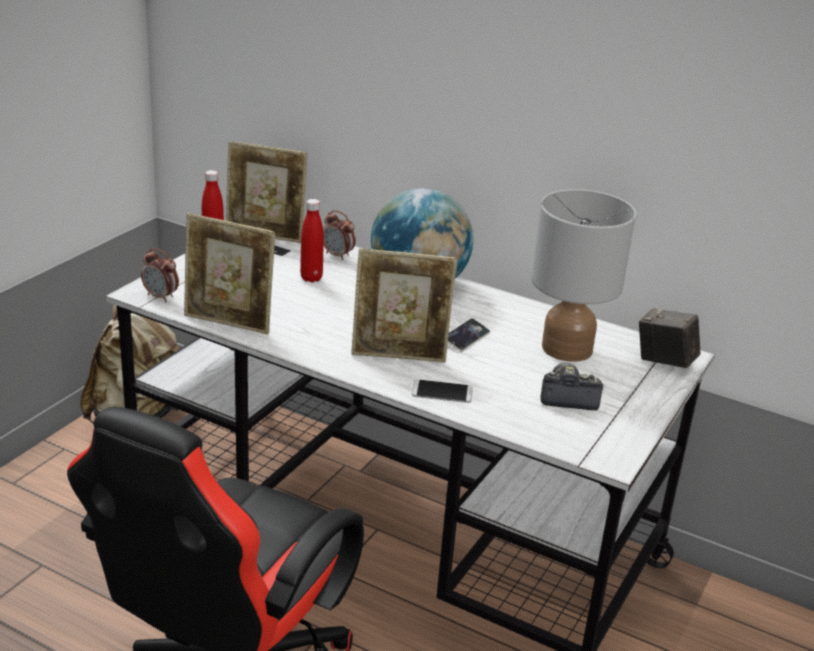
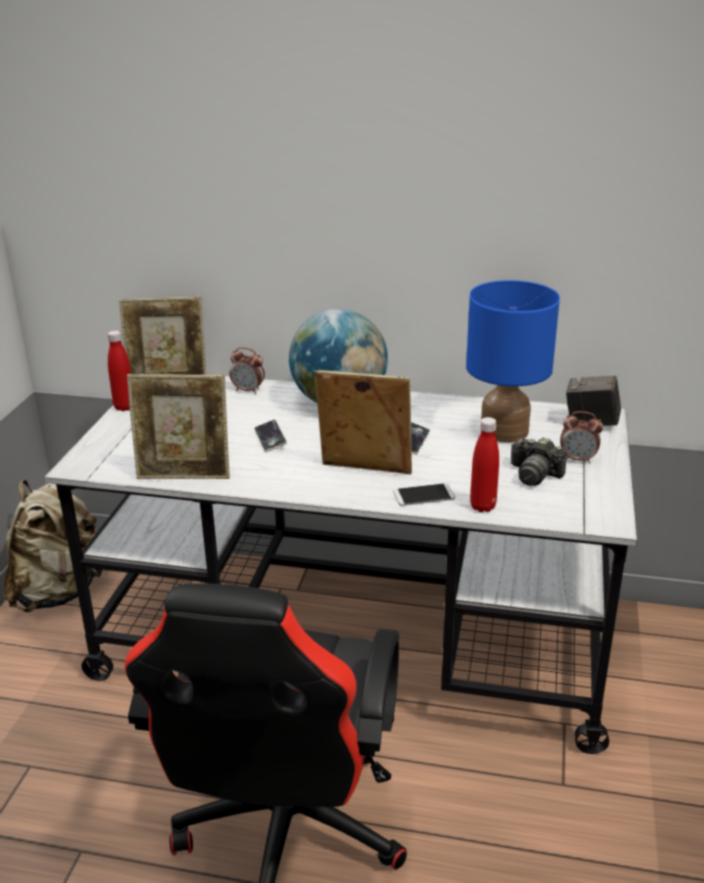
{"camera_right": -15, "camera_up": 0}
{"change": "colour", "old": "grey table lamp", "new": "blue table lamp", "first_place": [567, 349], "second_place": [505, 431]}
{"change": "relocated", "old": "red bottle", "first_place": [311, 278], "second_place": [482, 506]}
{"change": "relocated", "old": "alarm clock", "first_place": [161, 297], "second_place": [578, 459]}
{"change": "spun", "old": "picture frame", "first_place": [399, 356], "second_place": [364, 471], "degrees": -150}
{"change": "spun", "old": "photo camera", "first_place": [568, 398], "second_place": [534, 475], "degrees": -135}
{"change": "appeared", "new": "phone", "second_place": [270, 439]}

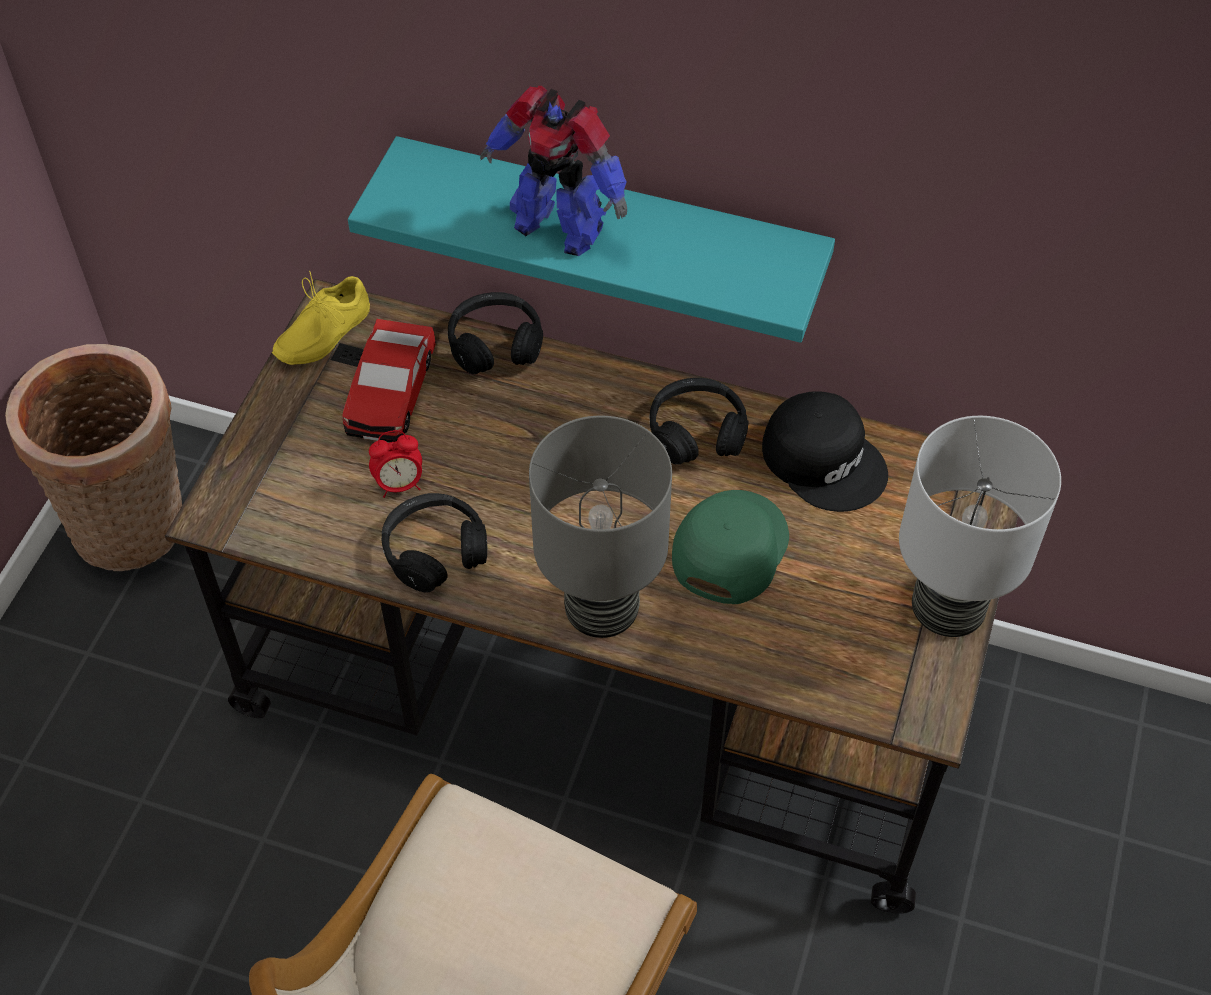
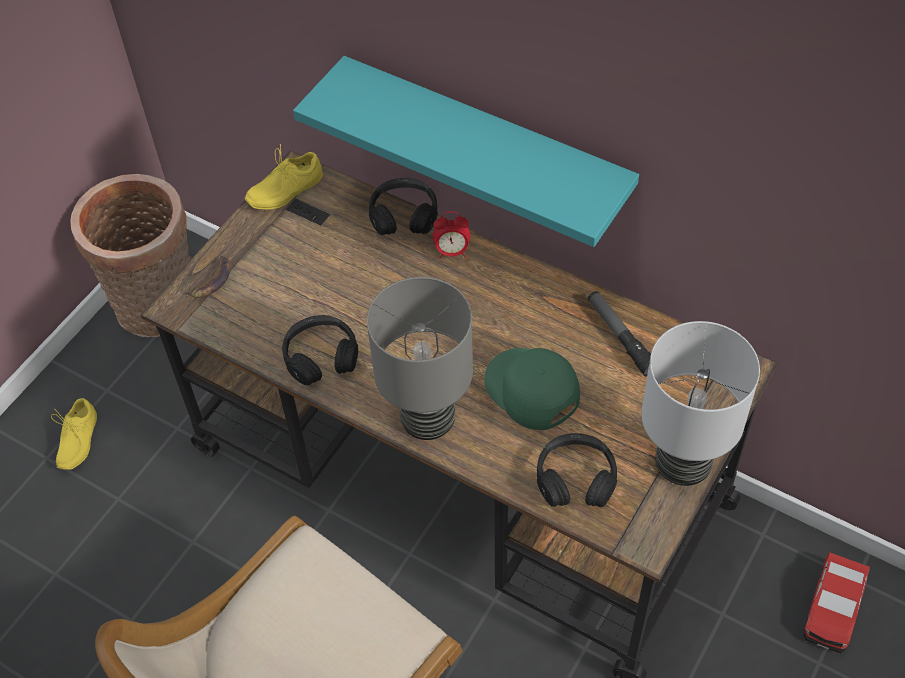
{"camera_right": 15, "camera_up": 0}
{"change": "missing", "old": "toy robot", "first_place": [558, 226]}
{"change": "relocated", "old": "toy car", "first_place": [390, 391], "second_place": [833, 607]}
{"change": "relocated", "old": "black headphones", "first_place": [697, 431], "second_place": [576, 478]}
{"change": "exchanged", "old": "black cap", "new": "flashlight", "first_place": [825, 459], "second_place": [620, 337]}
{"change": "relocated", "old": "alarm clock", "first_place": [399, 485], "second_place": [452, 252]}
{"change": "spun", "old": "green cap", "first_place": [728, 547], "second_place": [531, 390], "degrees": -75}
{"change": "appeared", "new": "banana", "second_place": [212, 281]}
{"change": "appeared", "new": "yellow shoe", "second_place": [75, 441]}

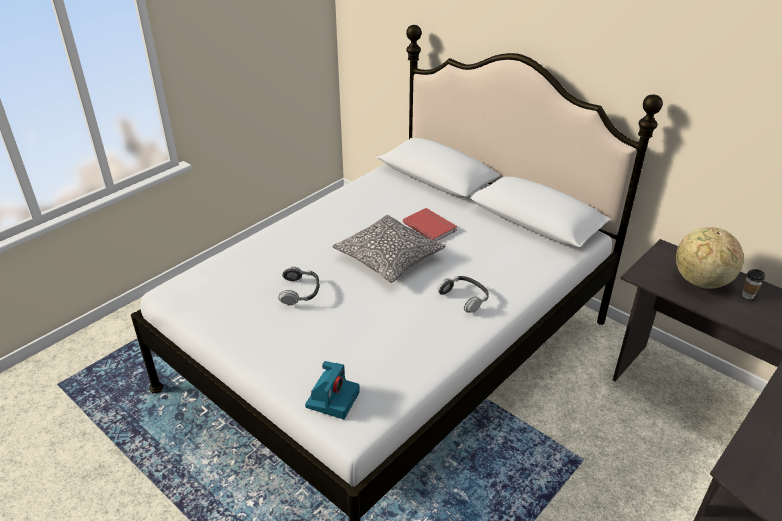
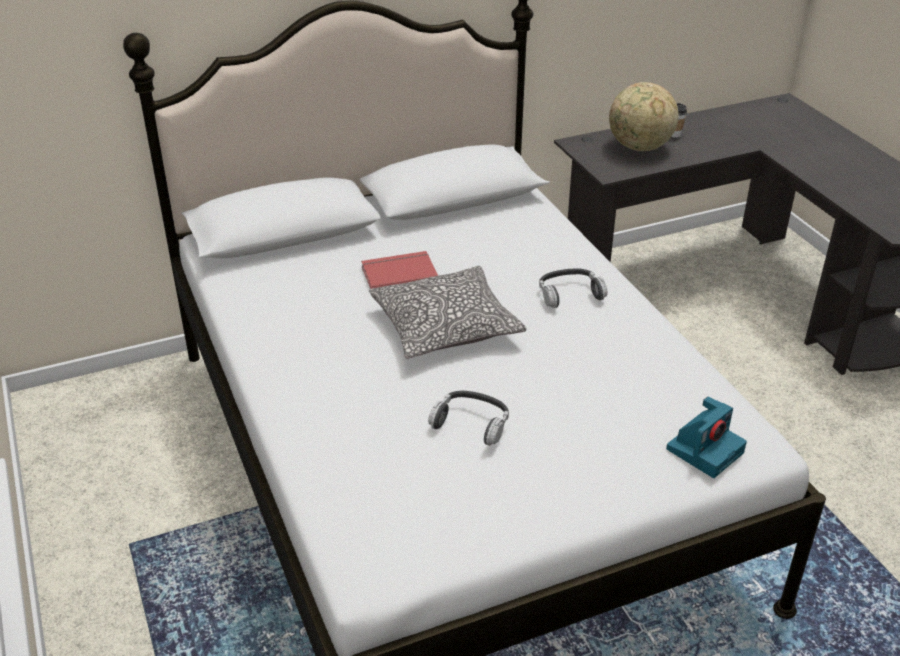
{"camera_right": -65, "camera_up": 0}
{"change": "spun", "old": "photo camera", "first_place": [333, 398], "second_place": [705, 449], "degrees": 90}

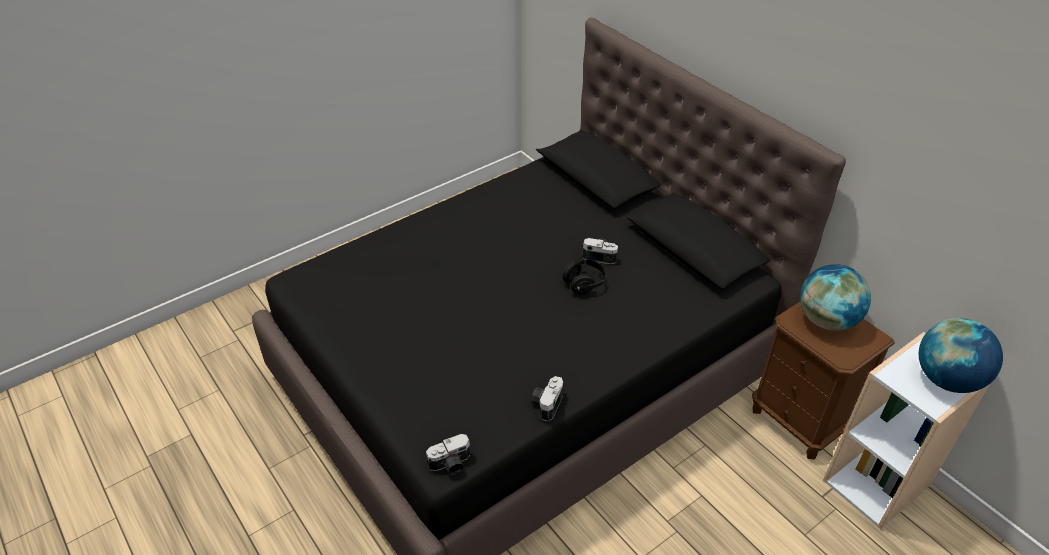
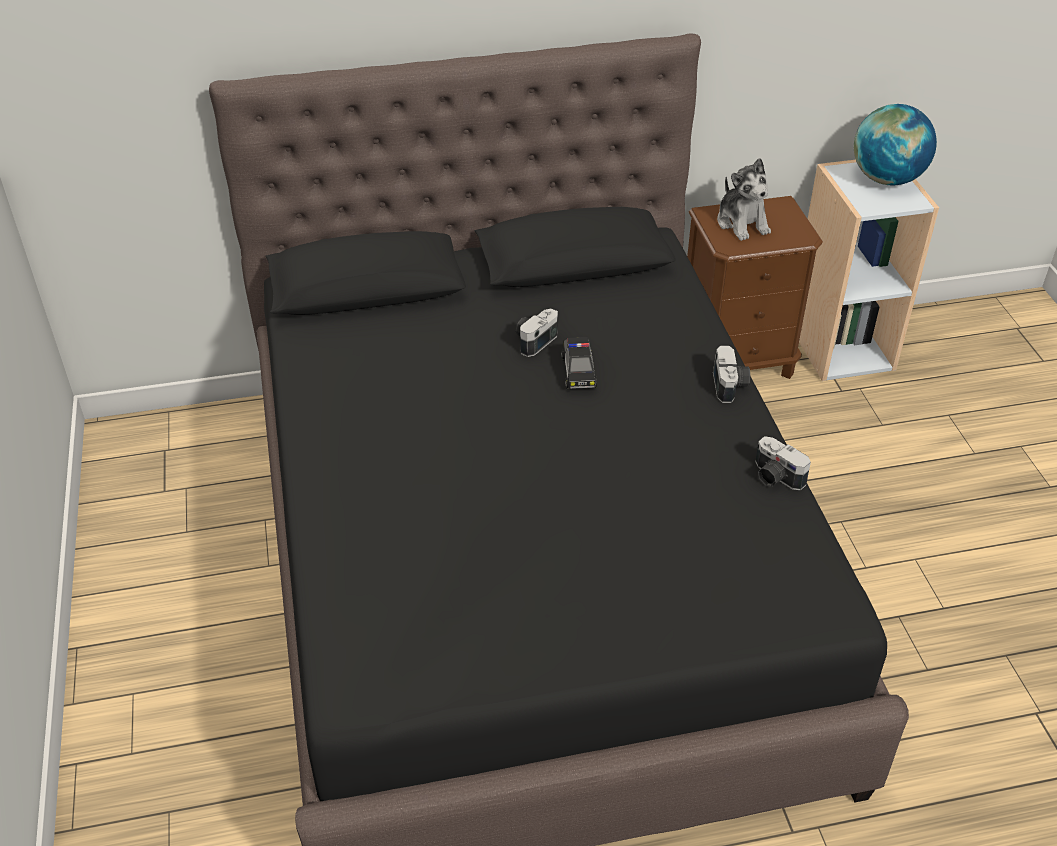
{"camera_right": -65, "camera_up": 0}
{"change": "exchanged", "old": "black headphones", "new": "toy car", "first_place": [584, 283], "second_place": [578, 372]}
{"change": "exchanged", "old": "globe", "new": "plush toy", "first_place": [827, 320], "second_place": [742, 223]}
{"change": "relocated", "old": "photo camera", "first_place": [451, 464], "second_place": [731, 385]}

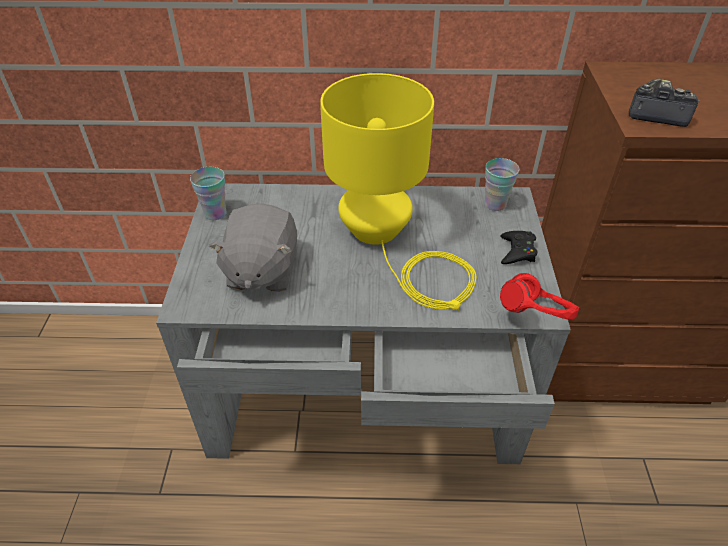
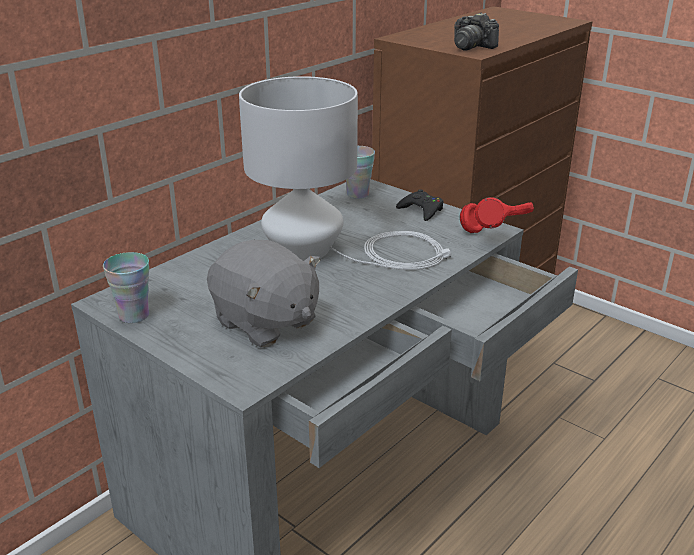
{"camera_right": -50, "camera_up": -15}
{"change": "colour", "old": "yellow table lamp", "new": "white table lamp", "first_place": [398, 248], "second_place": [342, 250]}
{"change": "spun", "old": "photo camera", "first_place": [656, 114], "second_place": [471, 46], "degrees": -105}

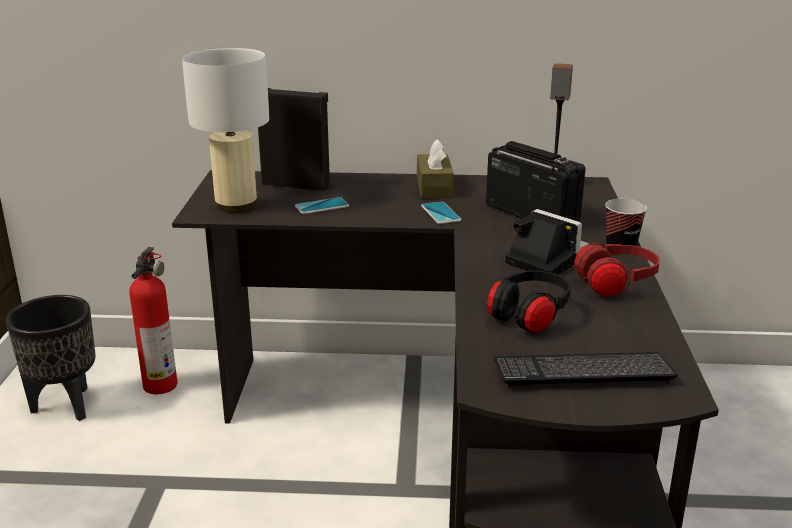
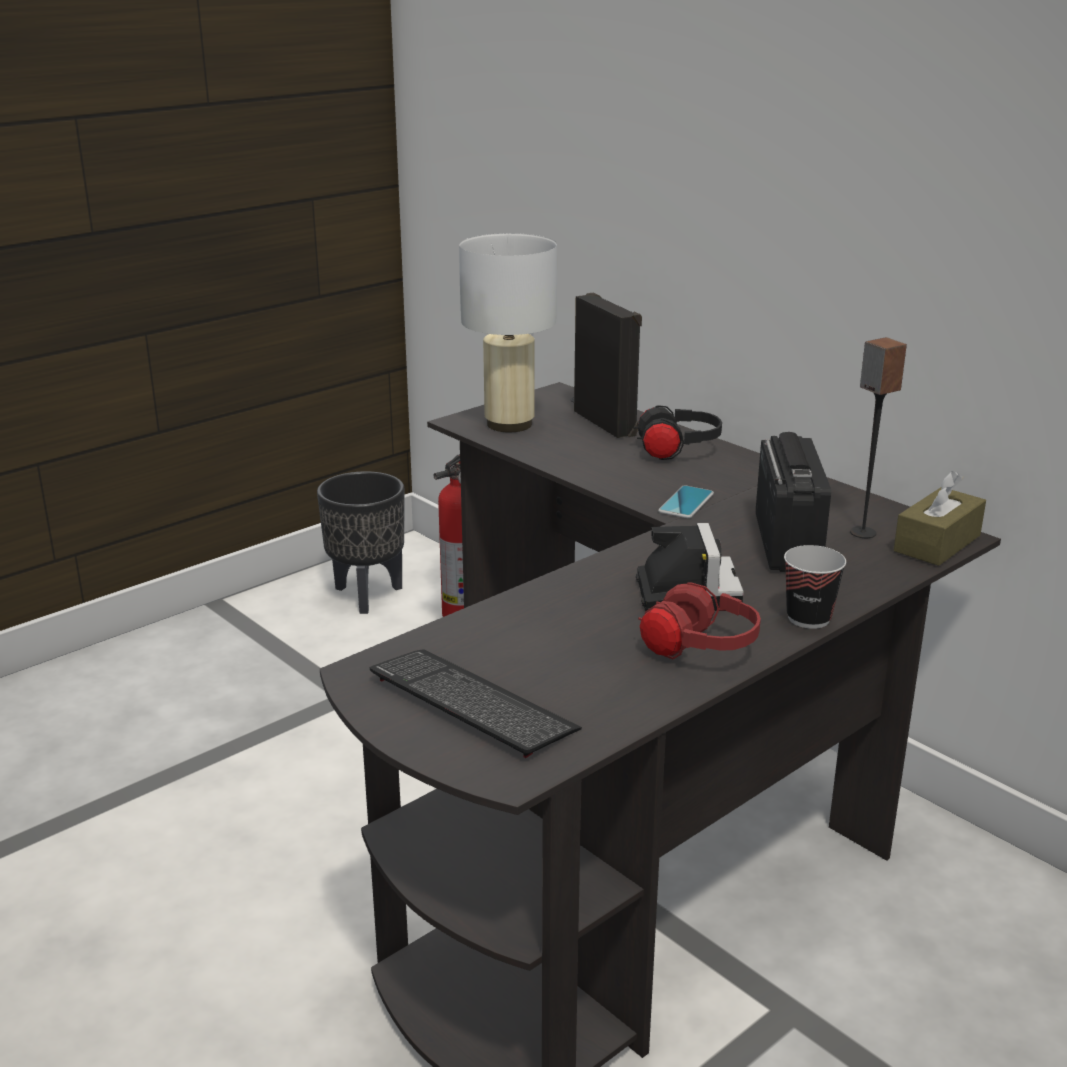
{"camera_right": 45, "camera_up": 0}
{"change": "relocated", "old": "brown tissue box", "first_place": [434, 187], "second_place": [937, 543]}
{"change": "missing", "old": "phone", "first_place": [322, 206]}
{"change": "relocated", "old": "black headphones", "first_place": [528, 318], "second_place": [676, 452]}

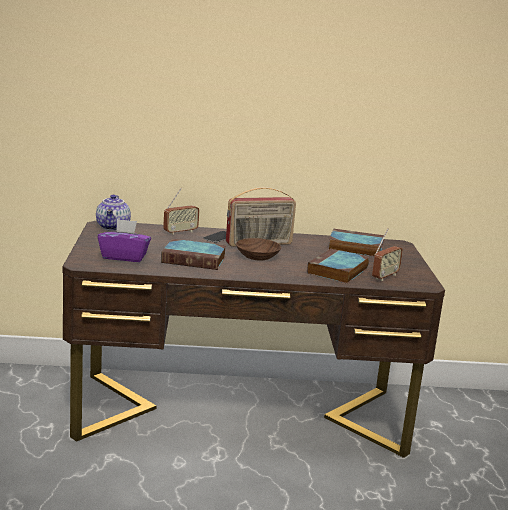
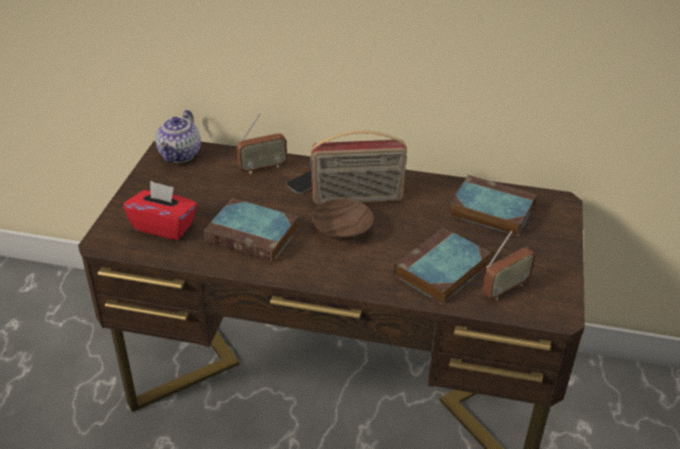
{"camera_right": 15, "camera_up": 20}
{"change": "colour", "old": "purple tissue box", "new": "red tissue box", "first_place": [124, 257], "second_place": [164, 226]}

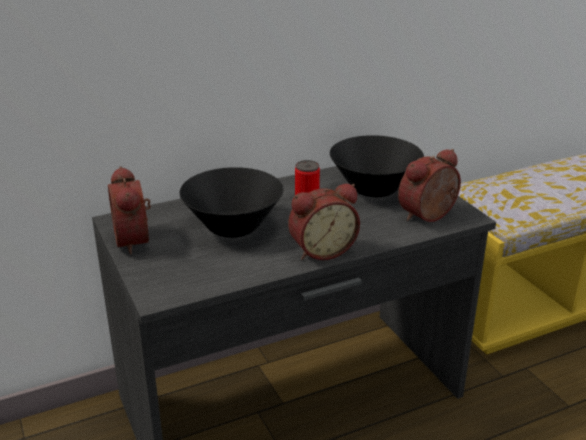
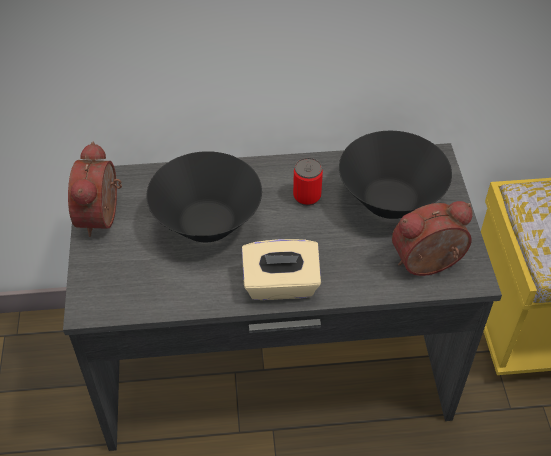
{"camera_right": 20, "camera_up": 20}
{"change": "exchanged", "old": "alarm clock", "new": "beige tissue box", "first_place": [321, 250], "second_place": [281, 285]}

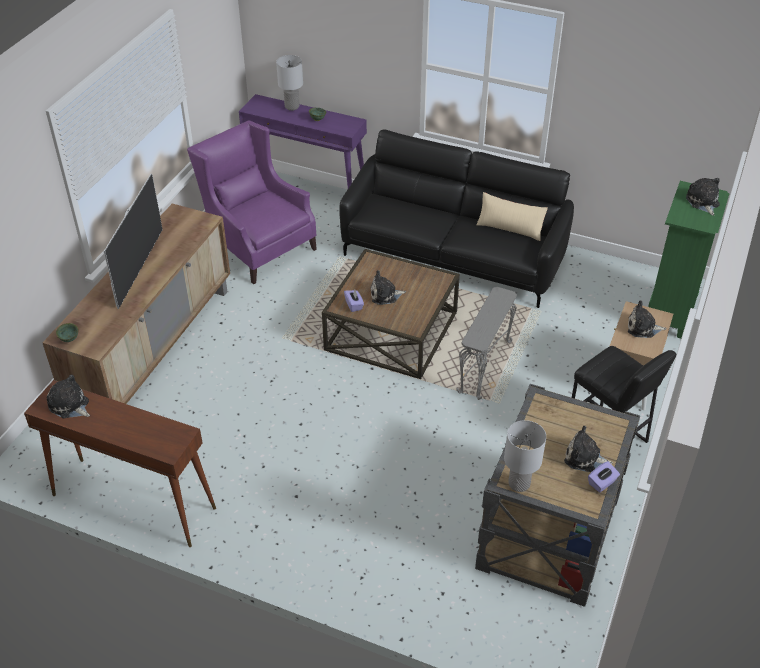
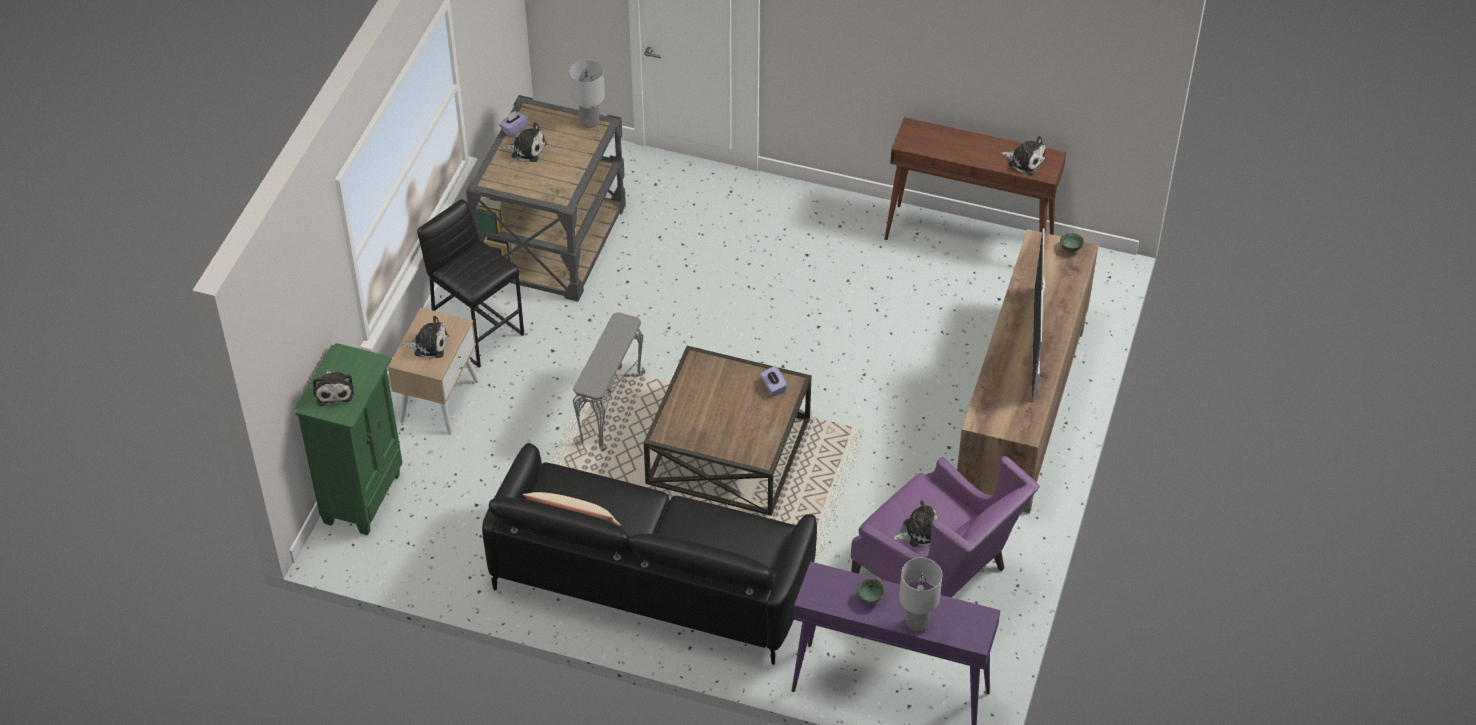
{"camera_right": 175, "camera_up": 5}
{"change": "relocated", "old": "plush toy", "first_place": [385, 295], "second_place": [919, 531]}

